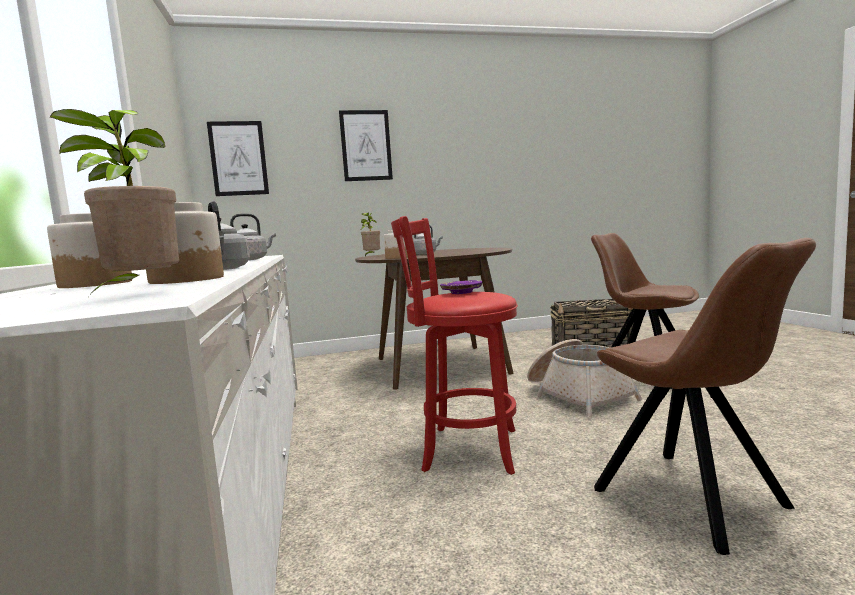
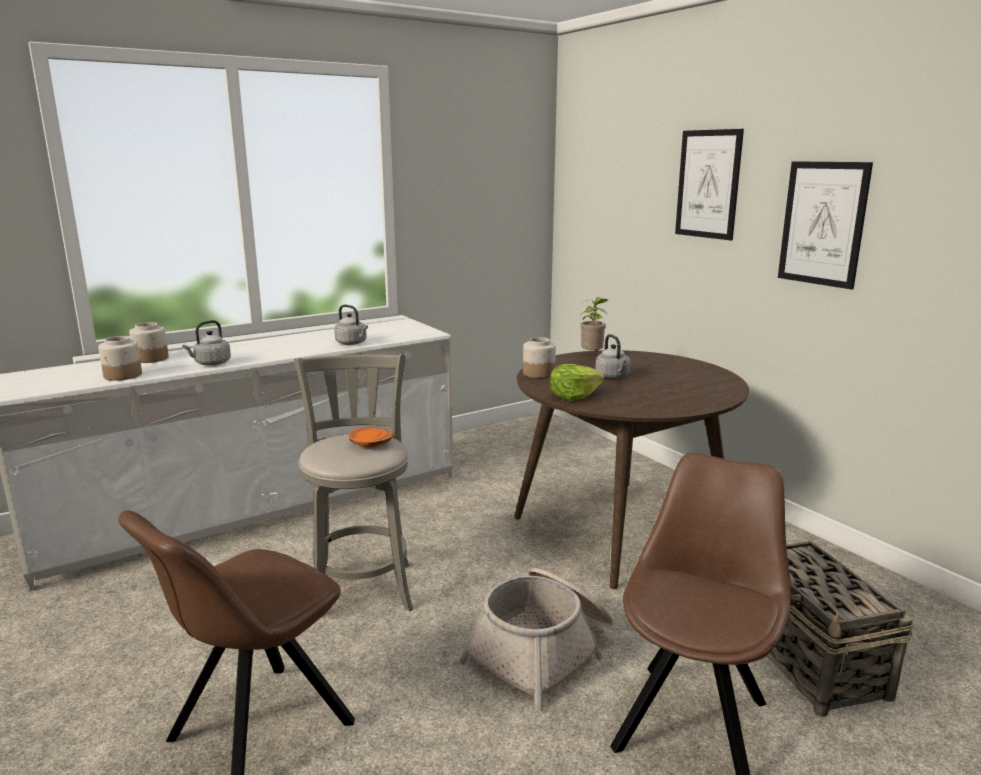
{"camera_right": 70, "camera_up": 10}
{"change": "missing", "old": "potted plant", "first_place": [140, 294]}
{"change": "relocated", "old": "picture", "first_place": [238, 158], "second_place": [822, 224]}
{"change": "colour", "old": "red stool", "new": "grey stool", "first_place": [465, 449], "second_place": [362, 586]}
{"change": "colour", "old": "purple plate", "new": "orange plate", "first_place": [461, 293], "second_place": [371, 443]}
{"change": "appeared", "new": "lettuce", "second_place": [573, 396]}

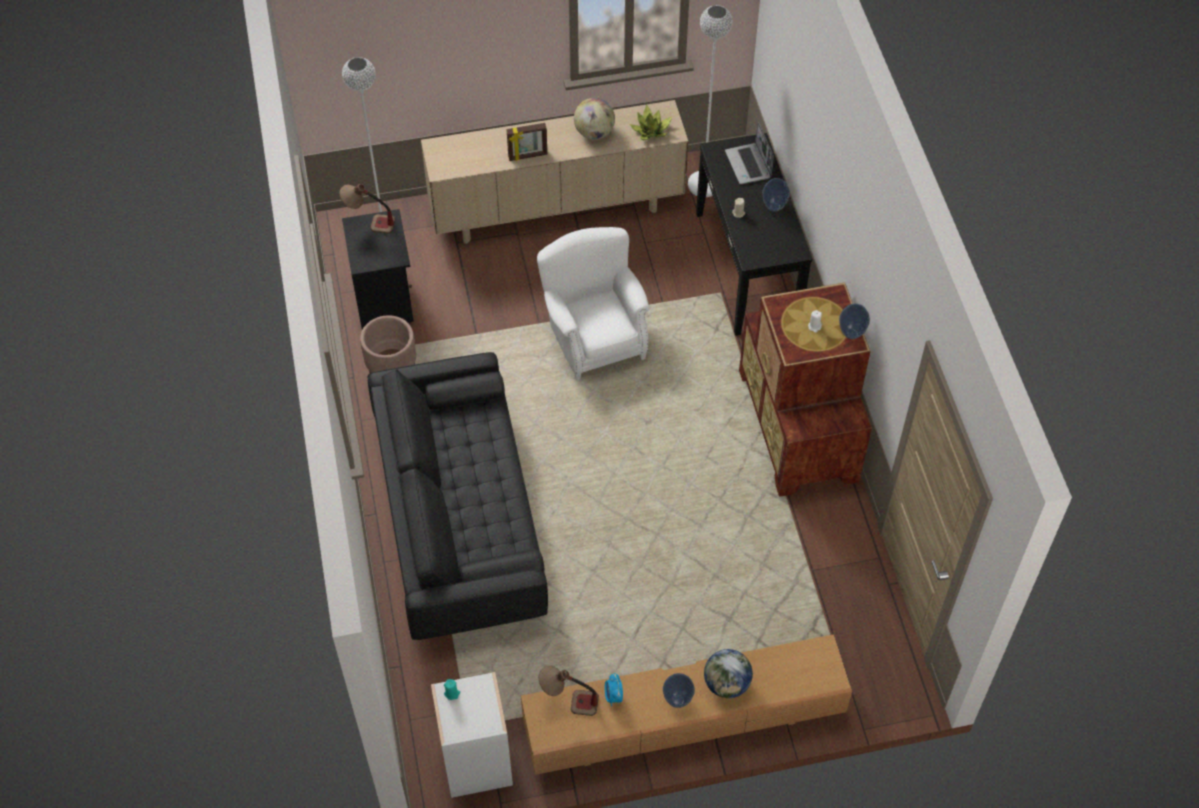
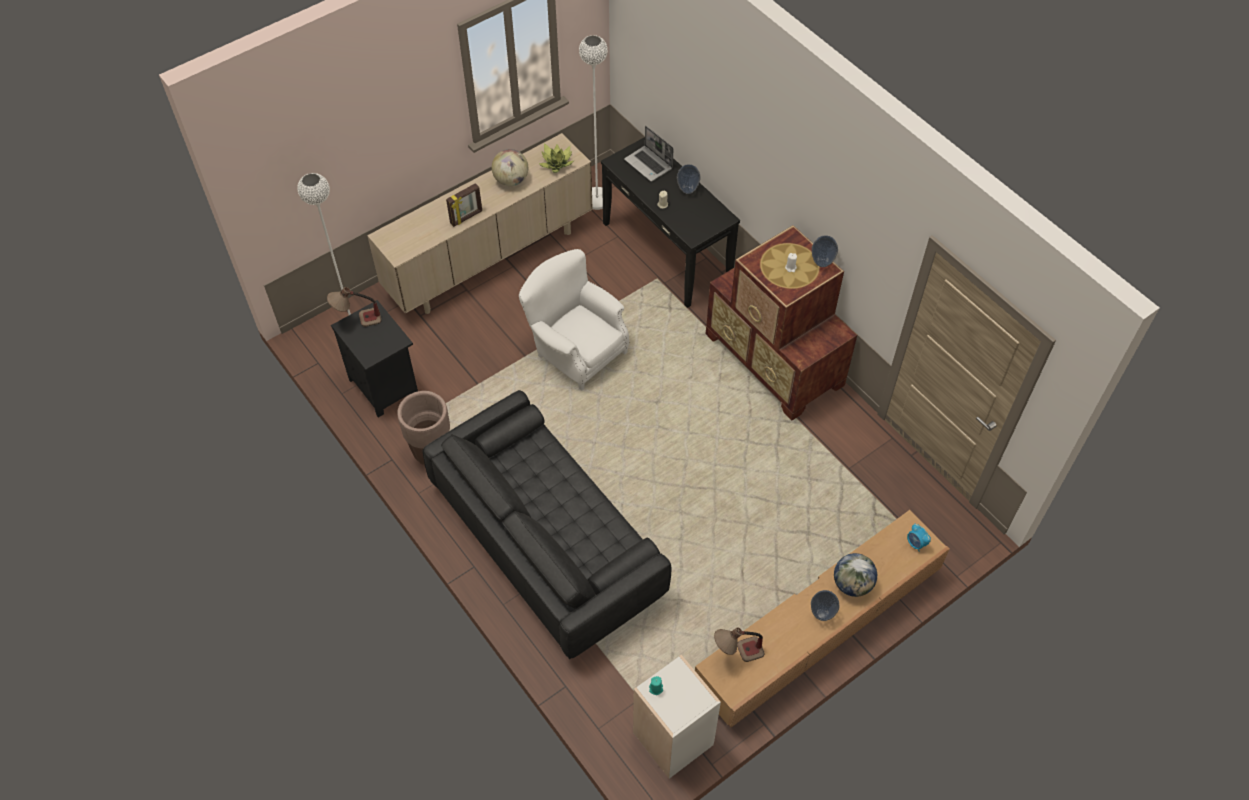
{"camera_right": -25, "camera_up": 0}
{"change": "relocated", "old": "alarm clock", "first_place": [613, 696], "second_place": [916, 543]}

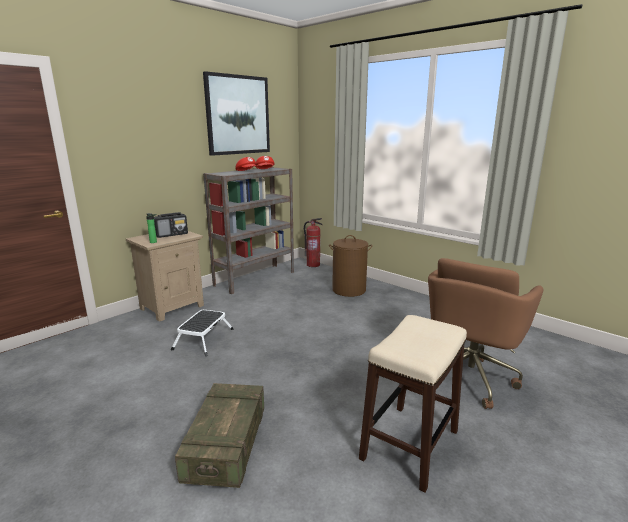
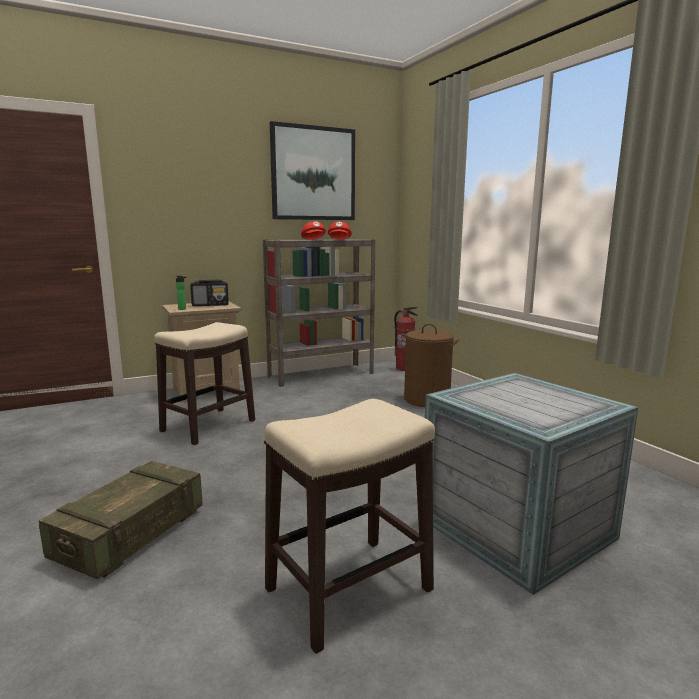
{"camera_right": 20, "camera_up": -5}
{"change": "exchanged", "old": "brown office chair", "new": "crate", "first_place": [470, 377], "second_place": [514, 527]}
{"change": "exchanged", "old": "black step ladder", "new": "stool", "first_place": [204, 339], "second_place": [209, 425]}

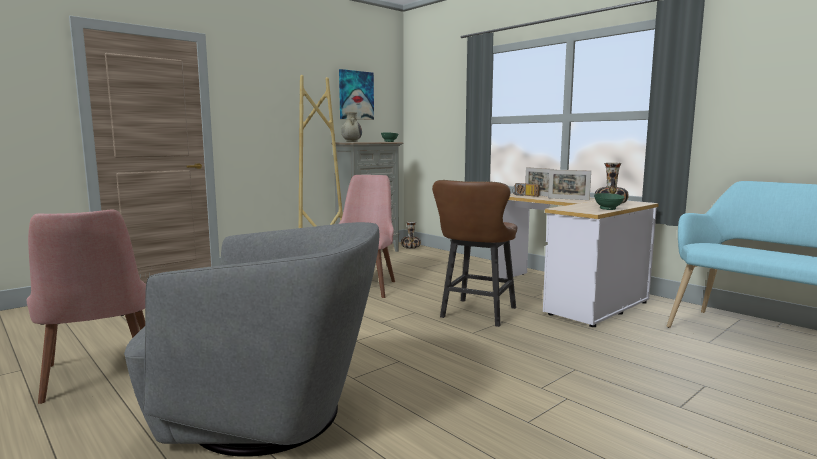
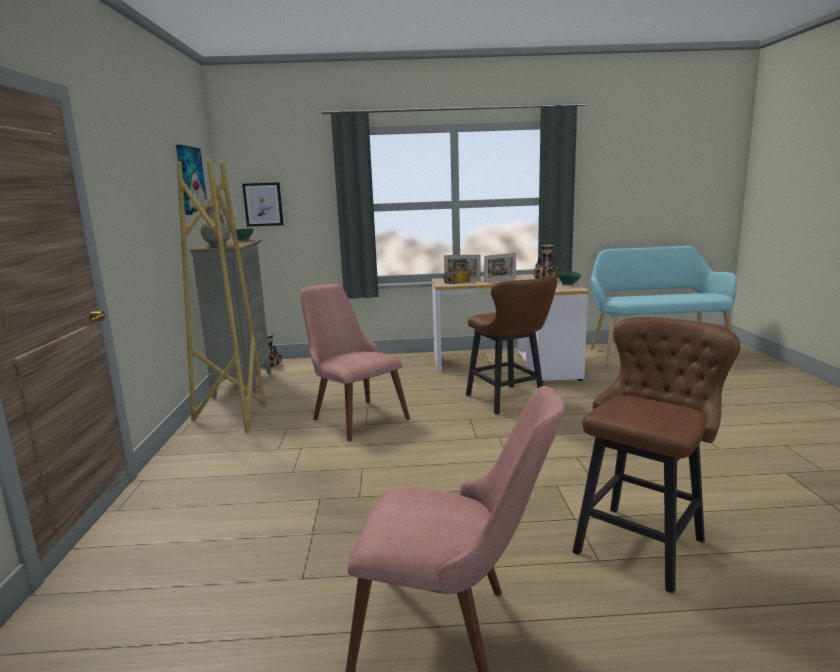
{"camera_right": -50, "camera_up": 5}
{"change": "exchanged", "old": "grey armchair", "new": "brown stool", "first_place": [270, 416], "second_place": [645, 538]}
{"change": "appeared", "new": "picture", "second_place": [263, 204]}

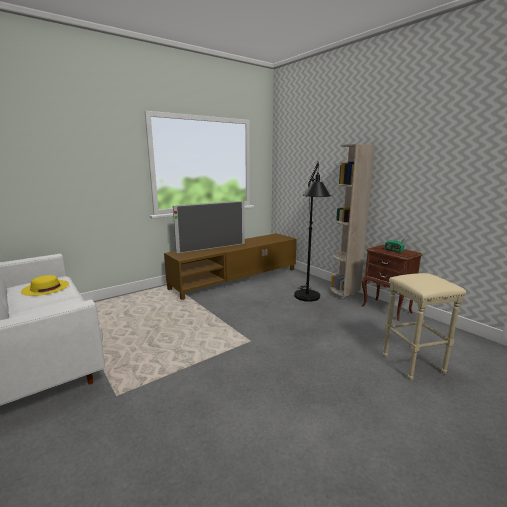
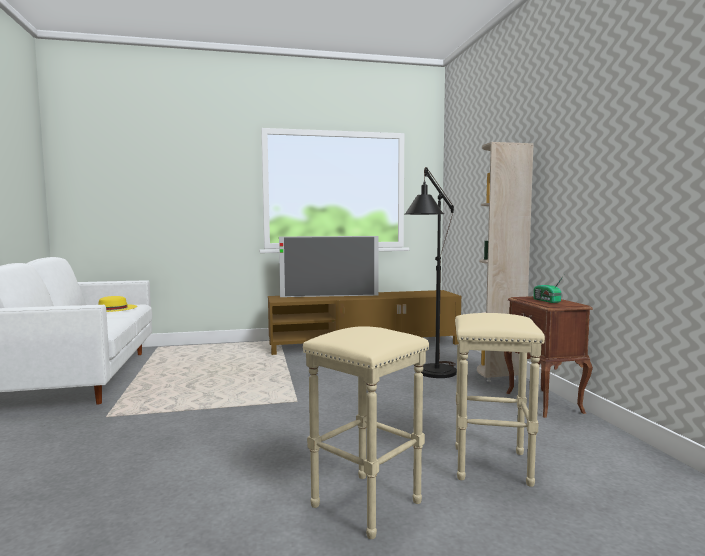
{"camera_right": 25, "camera_up": -10}
{"change": "appeared", "new": "beige stool", "second_place": [366, 505]}

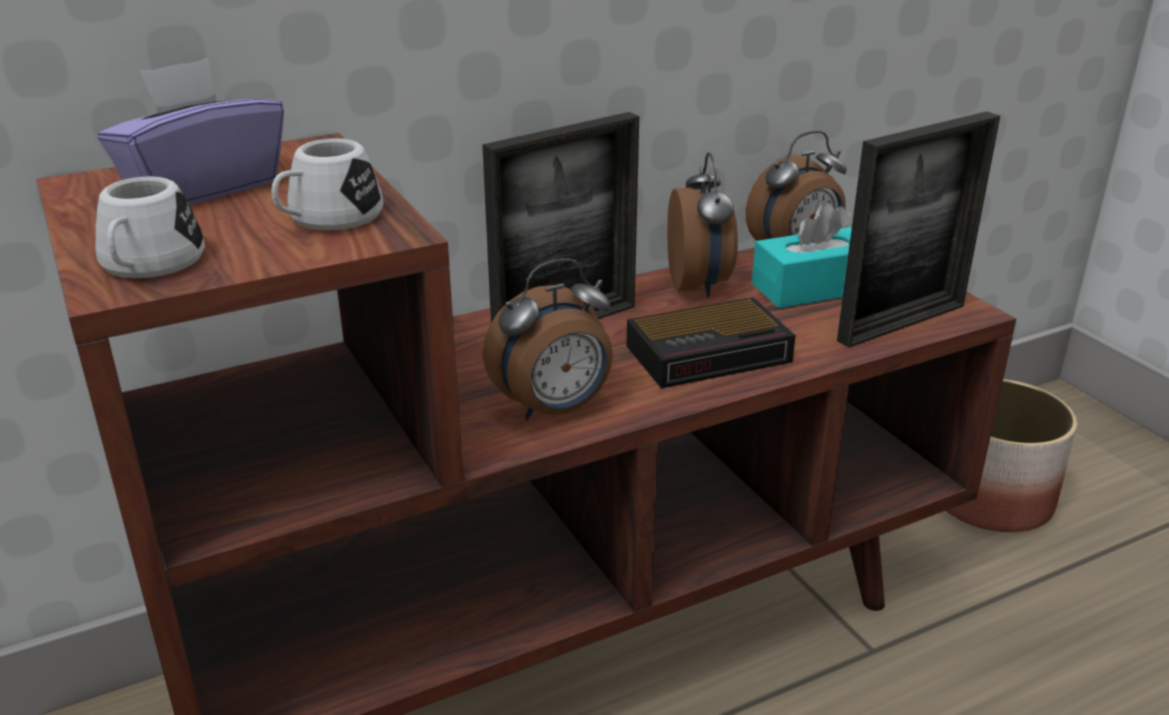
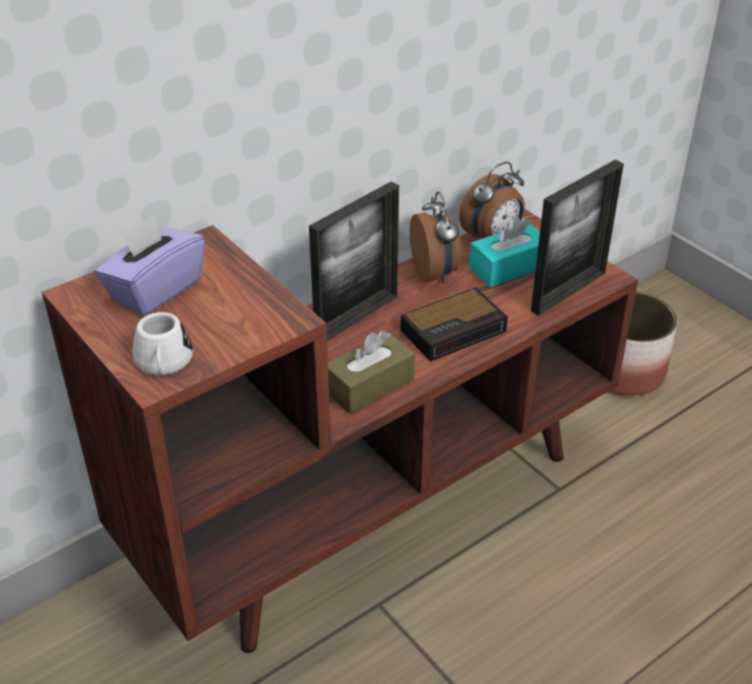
{"camera_right": -10, "camera_up": 10}
{"change": "missing", "old": "white mug", "first_place": [327, 220]}
{"change": "exchanged", "old": "alarm clock", "new": "brown tissue box", "first_place": [554, 409], "second_place": [369, 385]}

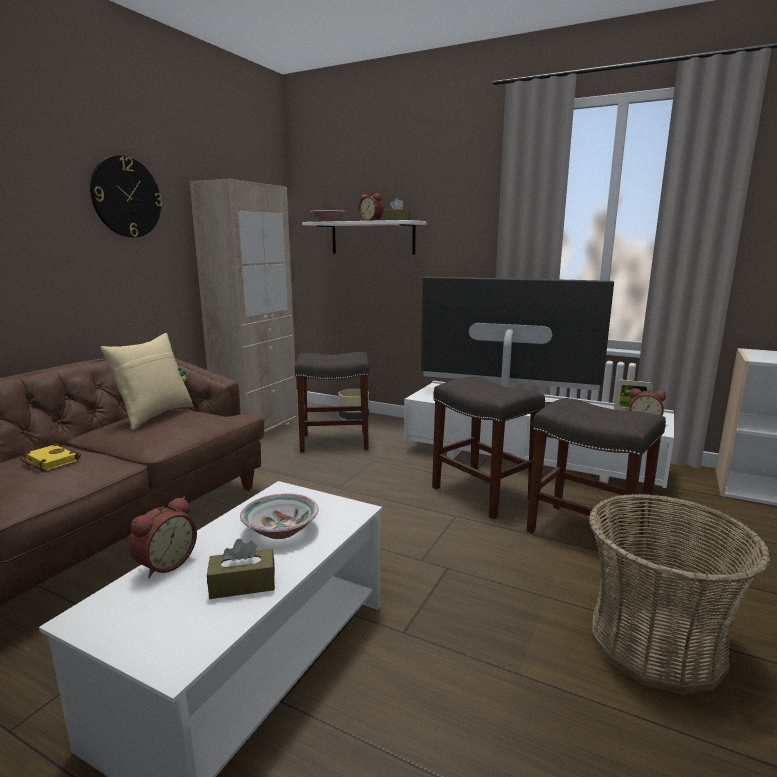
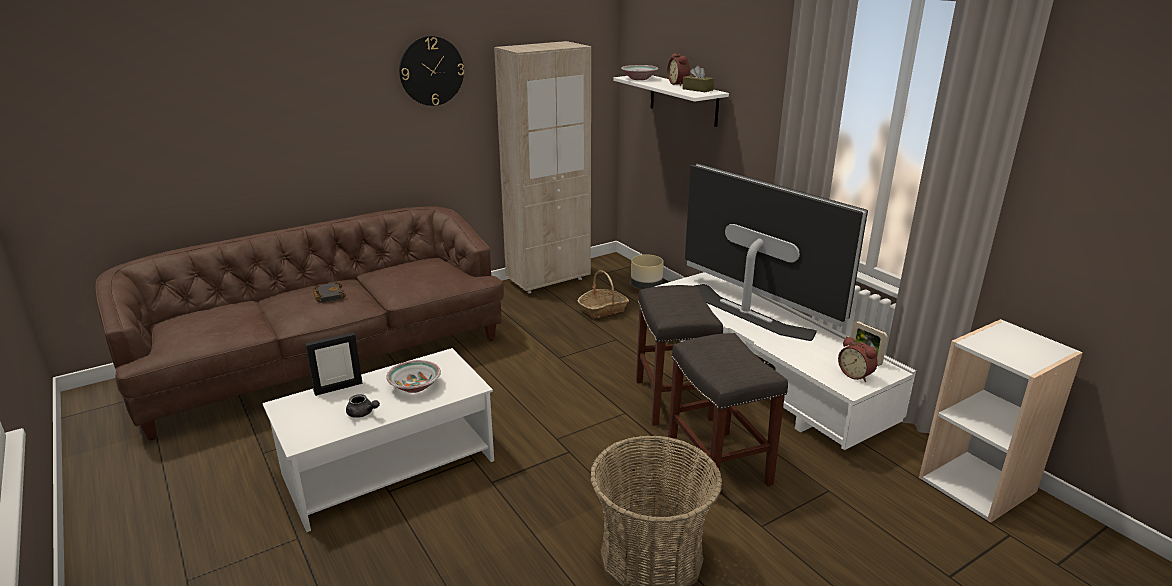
{"camera_right": 30, "camera_up": 10}
{"change": "missing", "old": "beige pillow", "first_place": [155, 416]}
{"change": "exchanged", "old": "grey stool", "new": "basket", "first_place": [335, 441], "second_place": [603, 310]}
{"change": "colour", "old": "yellow book", "new": "black book", "first_place": [48, 462], "second_place": [328, 295]}
{"change": "exchanged", "old": "alarm clock", "new": "picture frame", "first_place": [164, 563], "second_place": [338, 387]}
{"change": "exchanged", "old": "brown tissue box", "new": "grey teapot", "first_place": [243, 584], "second_place": [362, 413]}

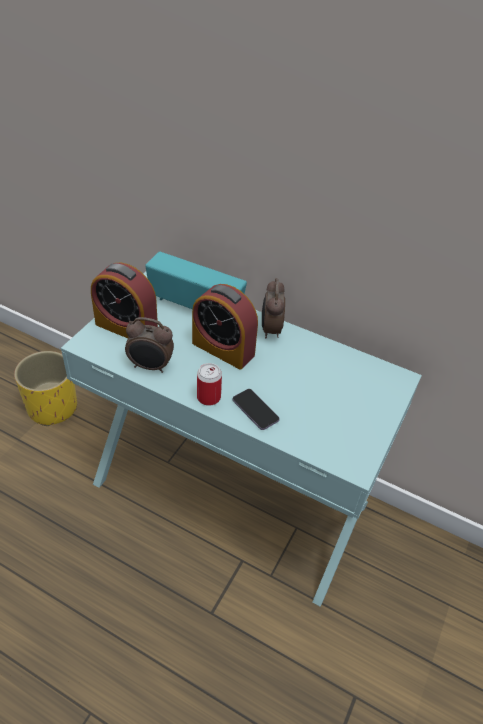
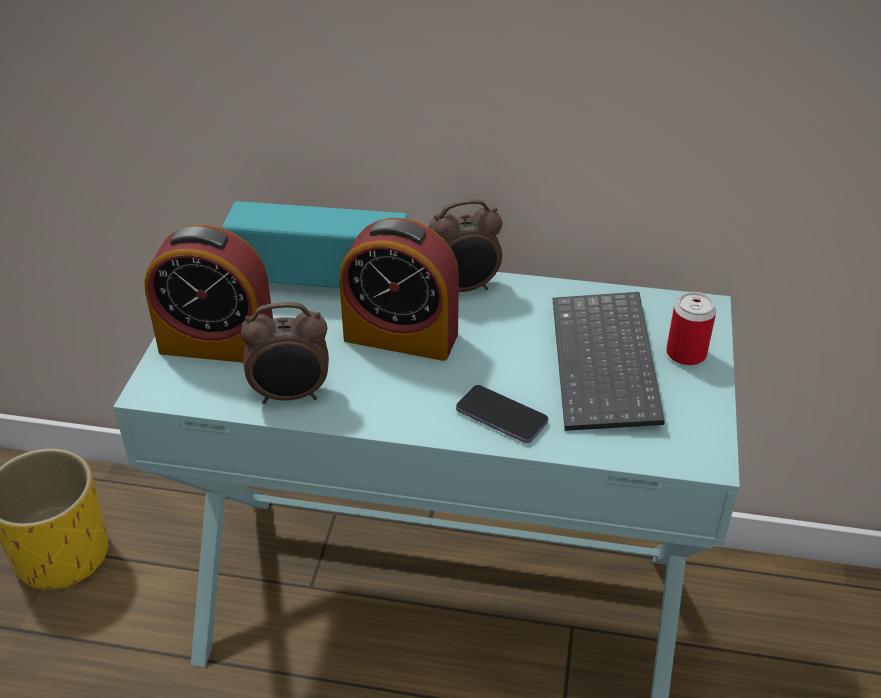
{"camera_right": -15, "camera_up": -5}
{"change": "spun", "old": "alarm clock", "first_place": [270, 330], "second_place": [463, 289], "degrees": -90}
{"change": "relocated", "old": "can", "first_place": [208, 397], "second_place": [686, 354]}
{"change": "appeared", "new": "keyboard", "second_place": [607, 364]}

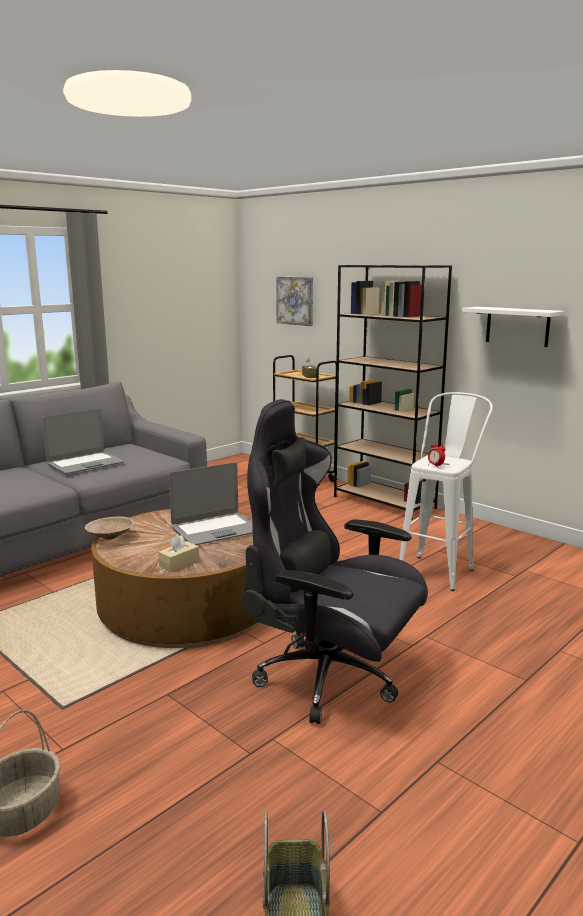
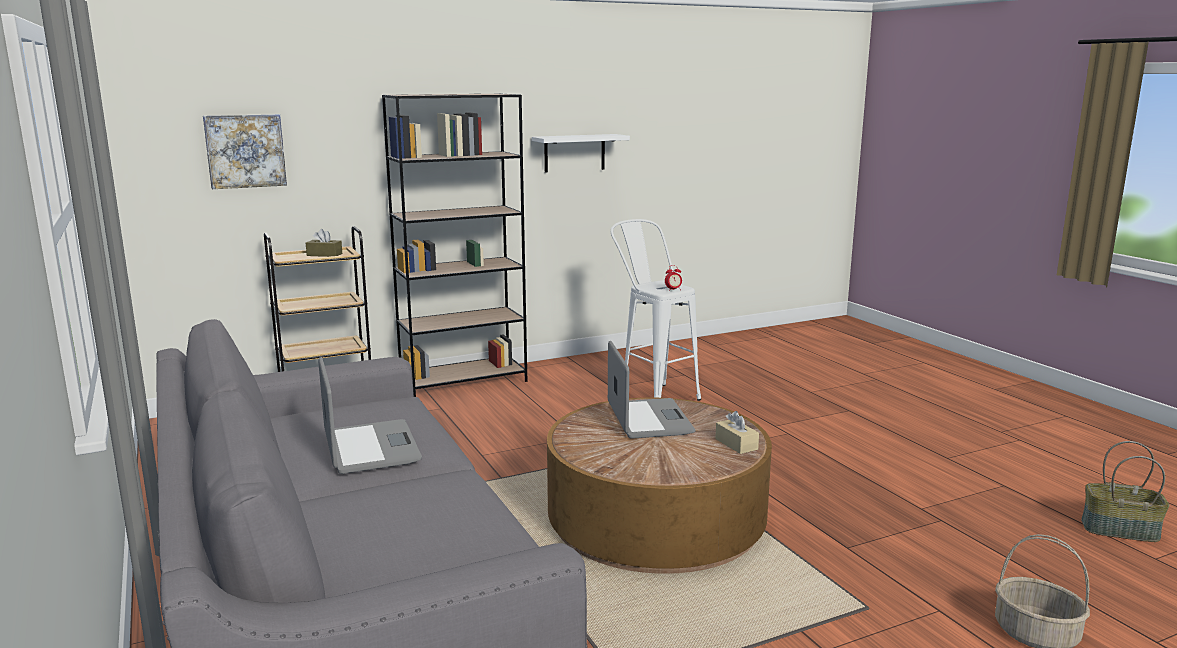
{"camera_right": -70, "camera_up": 0}
{"change": "missing", "old": "black office chair", "first_place": [335, 682]}
{"change": "missing", "old": "beige bowl", "first_place": [109, 537]}

